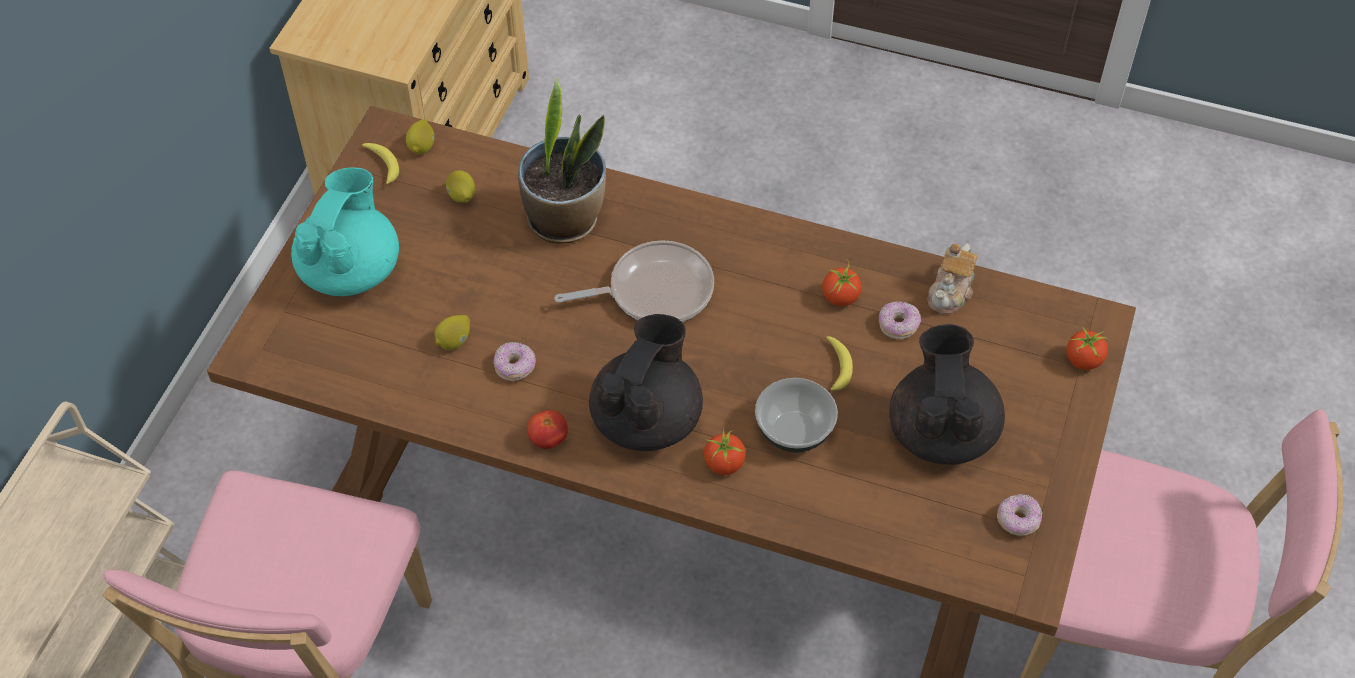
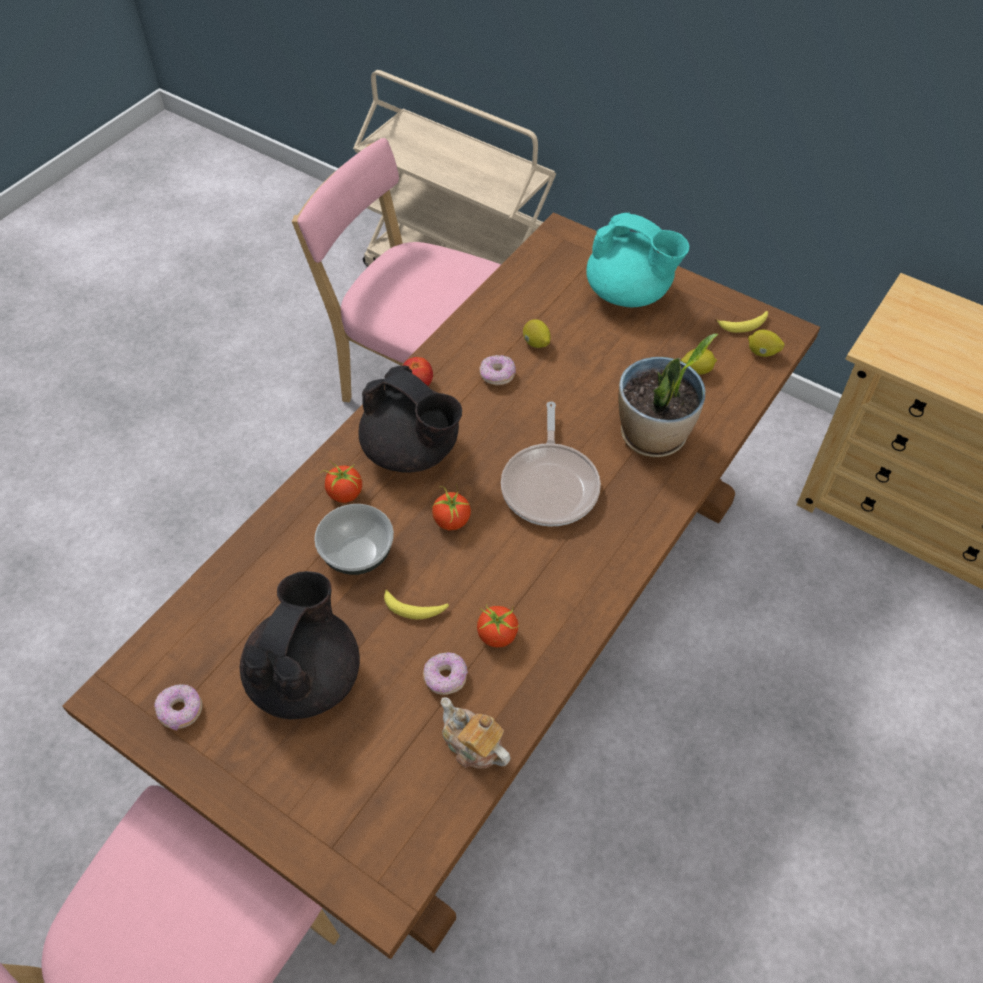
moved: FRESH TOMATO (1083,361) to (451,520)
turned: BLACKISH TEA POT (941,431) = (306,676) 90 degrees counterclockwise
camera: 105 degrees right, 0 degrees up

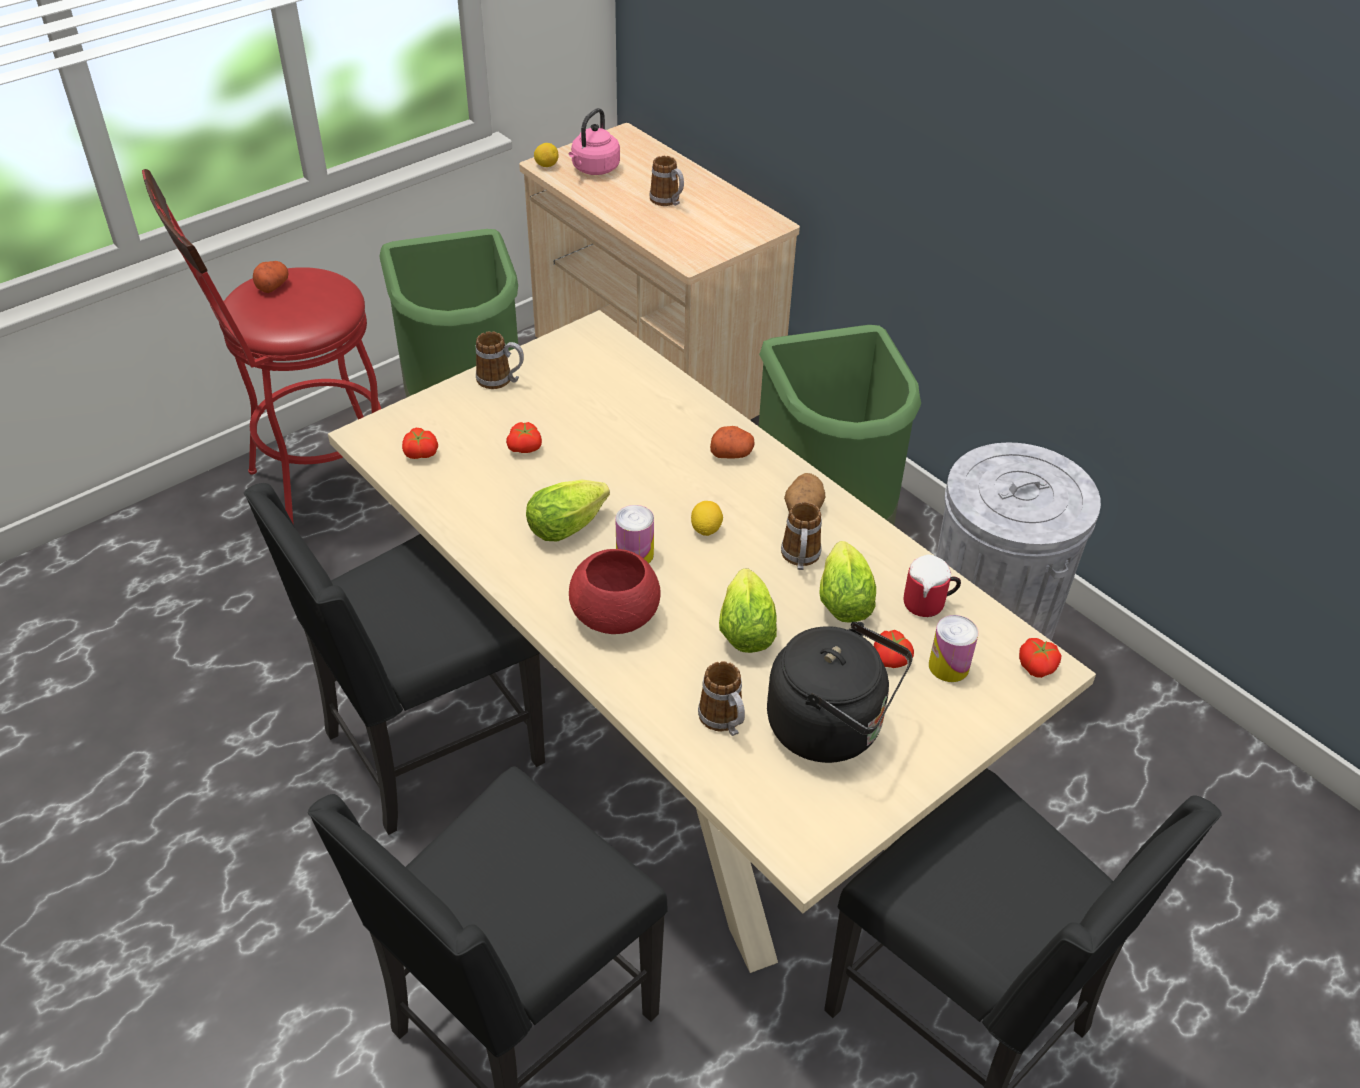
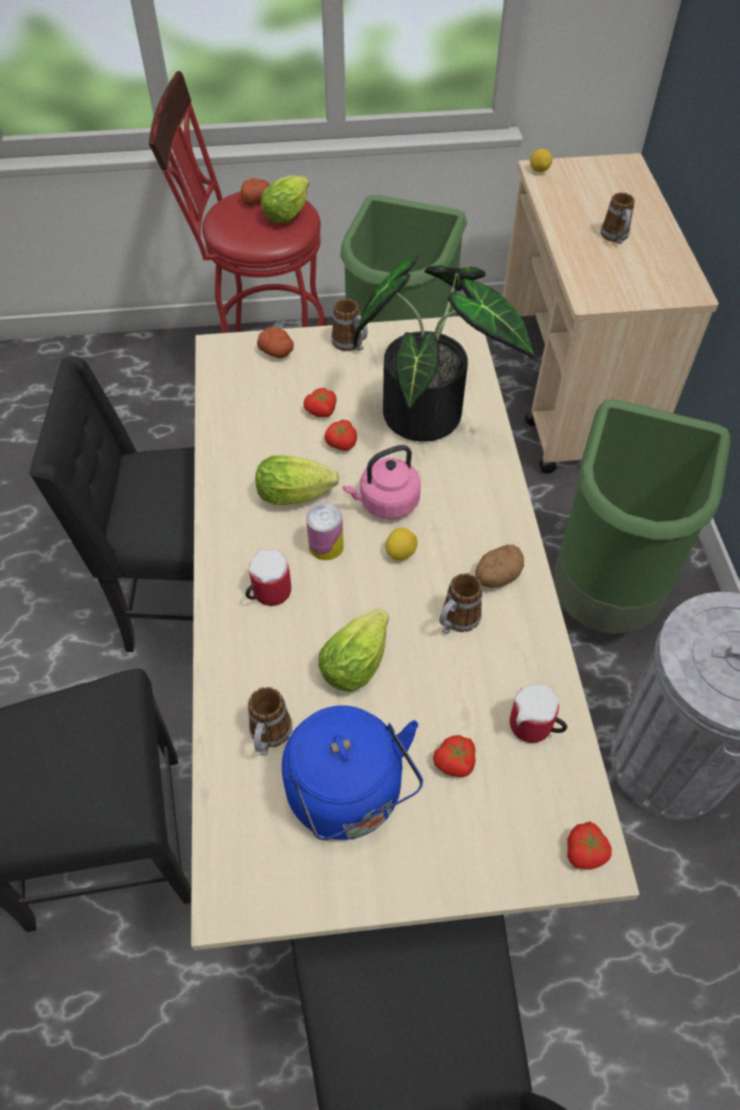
removed: METAL CAN (948,666)
added: PLANT IN A POT (430,410)
moved: POTATO (732,453) to (277,352); HEAD OF LETTUCE (843,598) to (289,213); FRESH TOMATO (420,453) to (340,443); PINK-COLOURED WATER KETTLE (594,169) to (386,503)
replaced: RED-COLOURED BOWL (616,616) to COFFEE MUG (267,593)
recoloured: BLACKISH WATER KETTLE (832,728) to BLUE WATER KETTLE (349,797)
camera: 35 degrees right, 10 degrees up

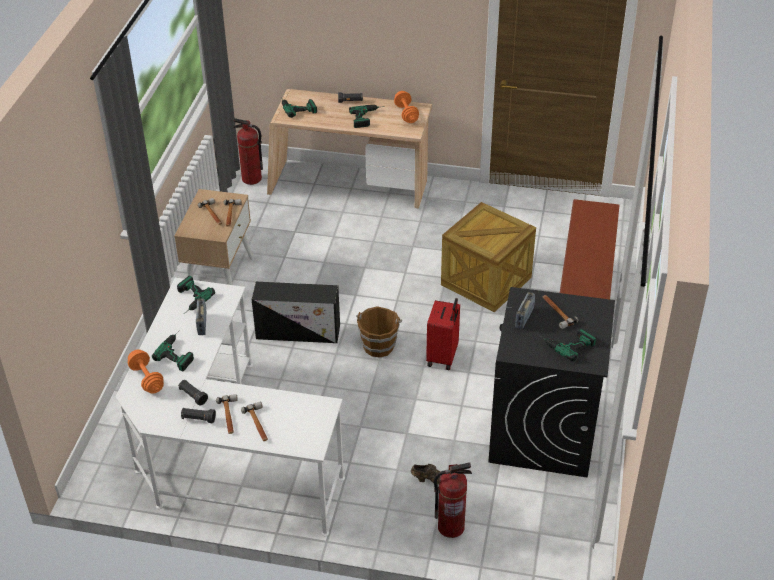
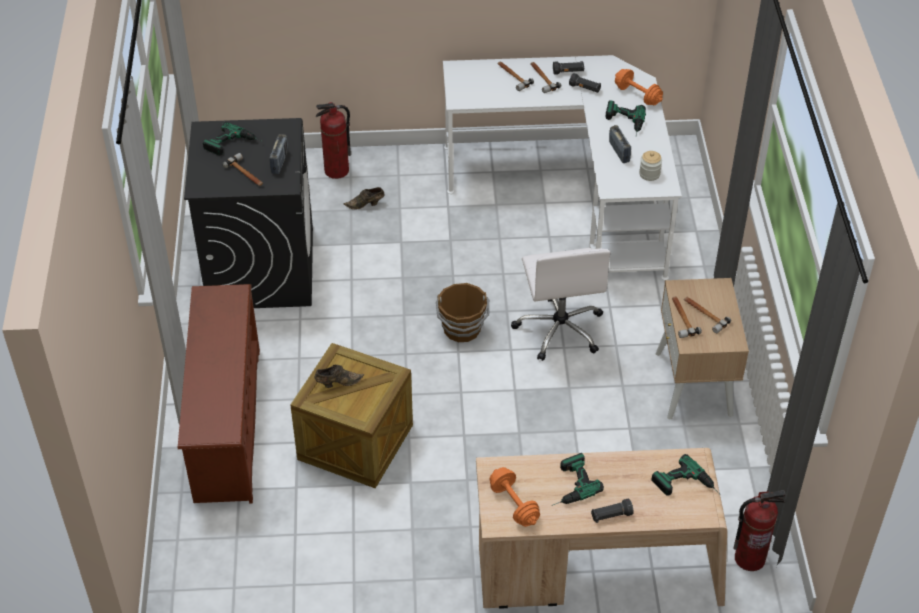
removed: RED-COLOURED SUITCASE (443,357)
added: BROWN-COLOURED LOW SHOE (338,383)
replaced: BLACKISH STORAGE CONTAINER (299,332) to WHITE-COLOURED COMPUTER CHAIR (559,329); ELECTRIC DRILL (189,299) to JAR (649,174)
camera: 165 degrees right, 5 degrees up

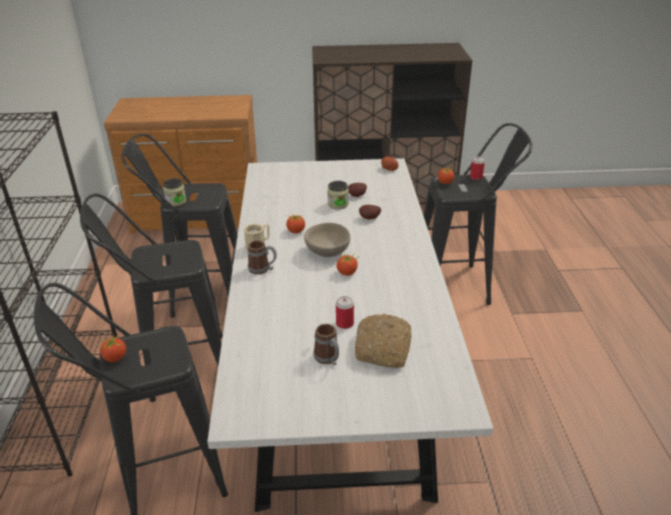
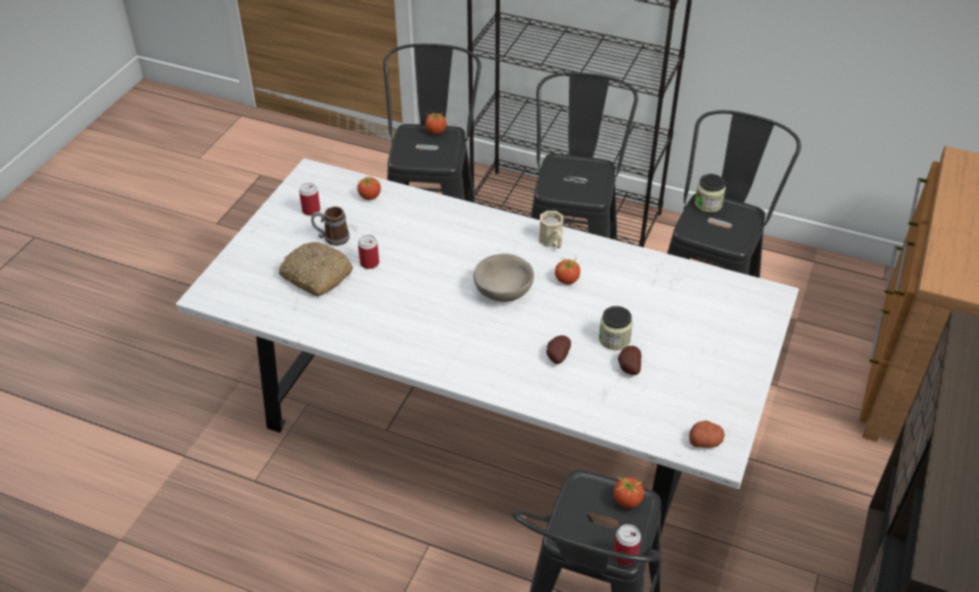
removed: COFFEE MUG (263,269)
added: METAL CAN (311,210)
moved: FRESH TOMATO (347,272) to (370,196)
camera: 115 degrees right, 10 degrees up

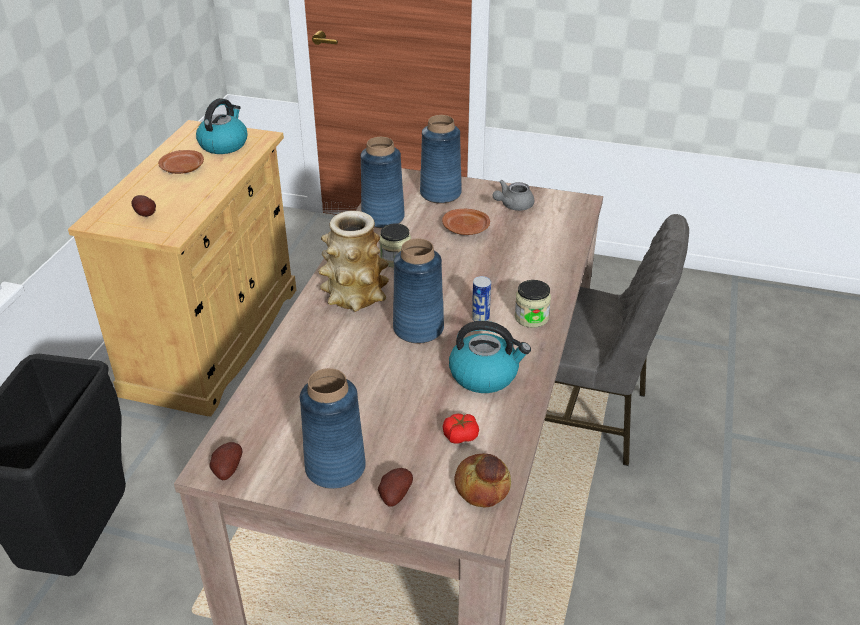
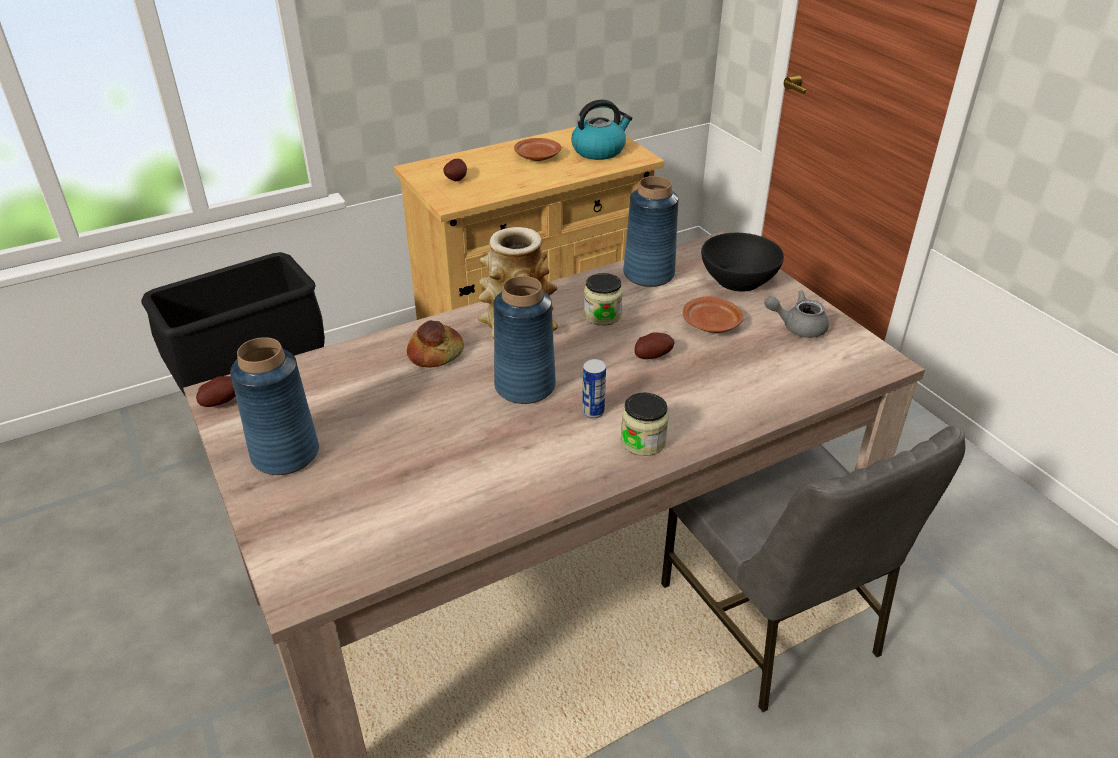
removed: FRESH TOMATO (460,435); WATER KETTLE (485,374)
moved: BREAD (483,486) to (436,354); POTATO (393,496) to (652,356)
replaced: BLUE DECORATIVE VASE (440,194) to BLACKISH BOWL (738,279)
camera: 45 degrees right, 0 degrees up

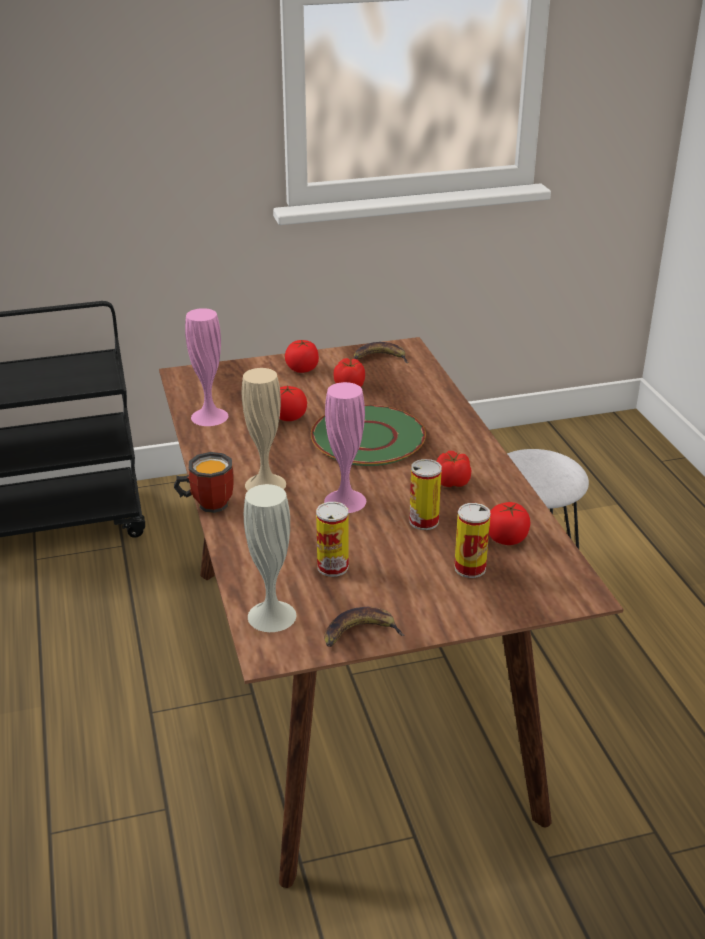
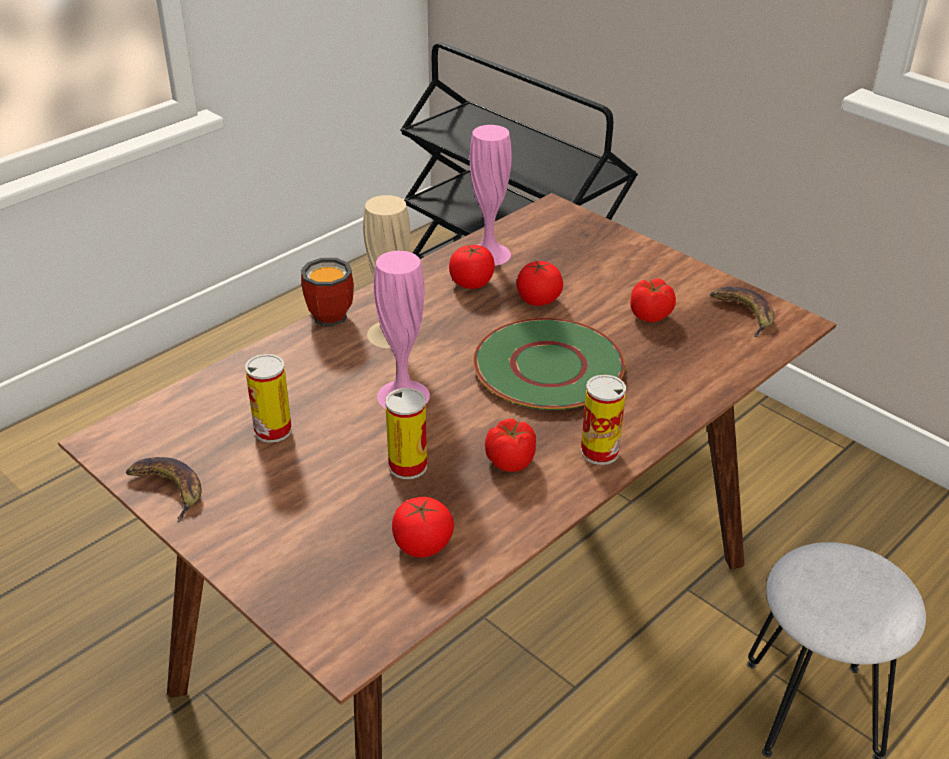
removed: WHITE-COLOURED DECORATIVE VASE (272,616)
moved: FRESH TOMATO (302,369) to (472,283); METAL CAN (470,568) to (599,452)
camera: 60 degrees right, 5 degrees up

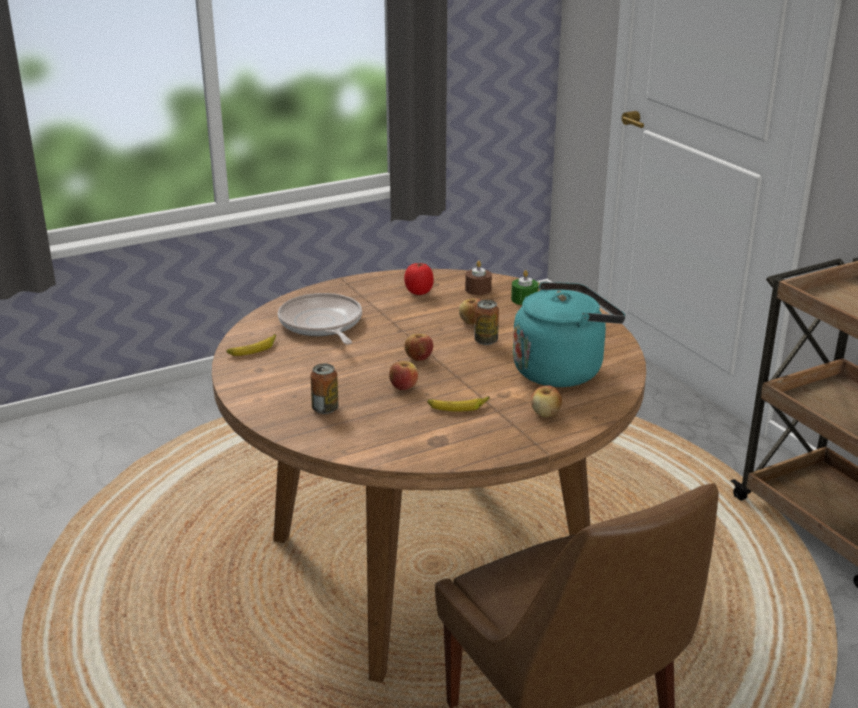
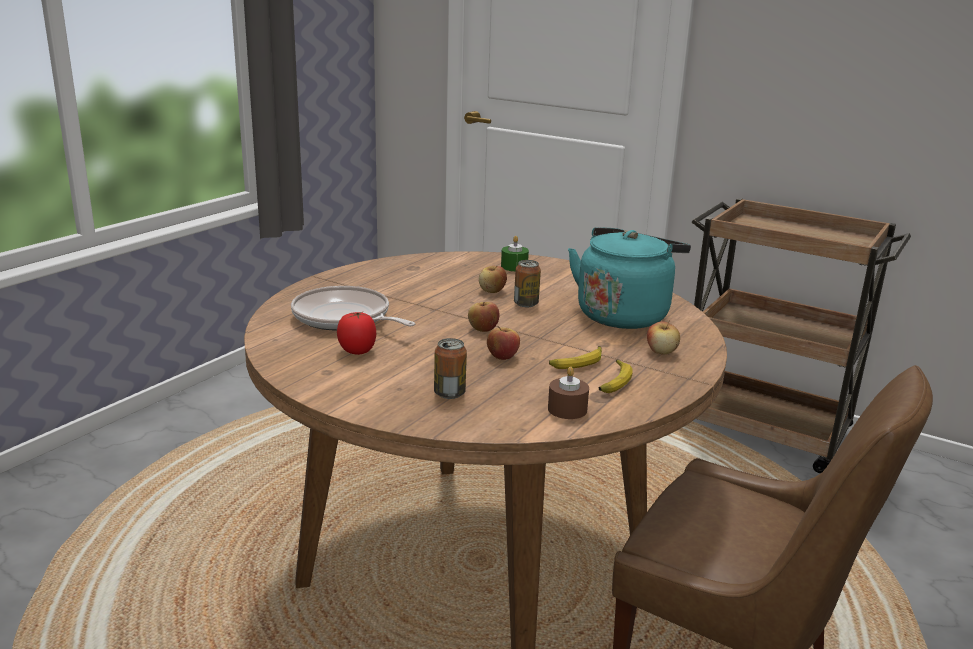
moved: FRESH TOMATO (418,292) to (357,351); BROWN-COLOURED WAX LIGHT (478,289) to (567,409); BANANA (253,349) to (614,382)
camera: 30 degrees left, 5 degrees down

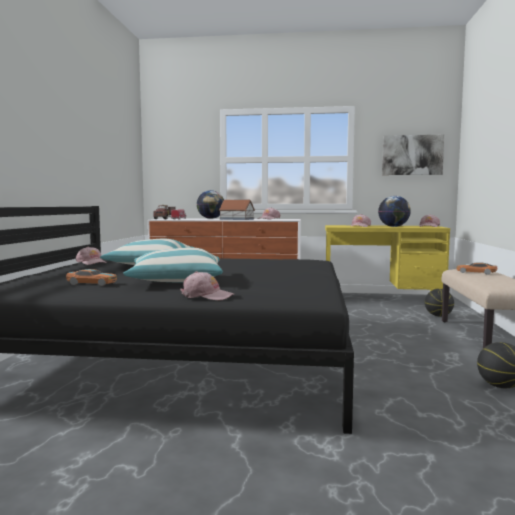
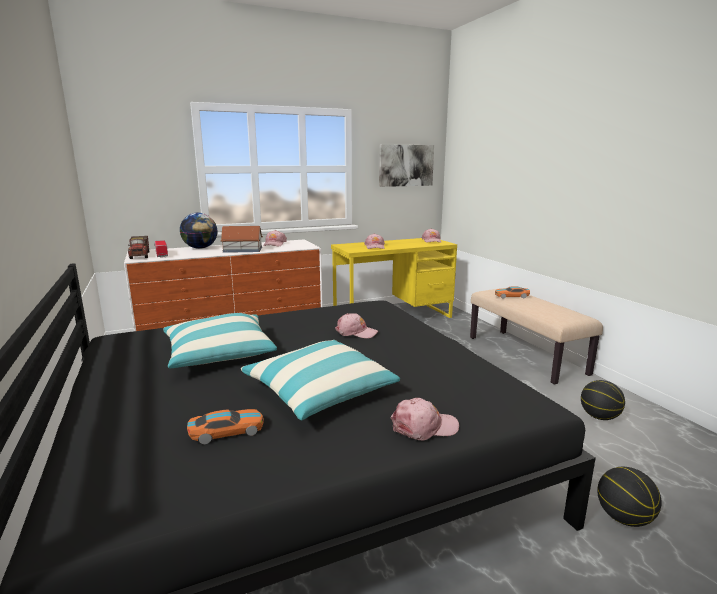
removed: DESK GLOBE (393,226)
moved: PINK-COLOURED BASEBALL CAP (92,262) to (356,332); BASKETBALL BALL (438,316) to (624,518)
camera: 30 degrees left, 10 degrees up

